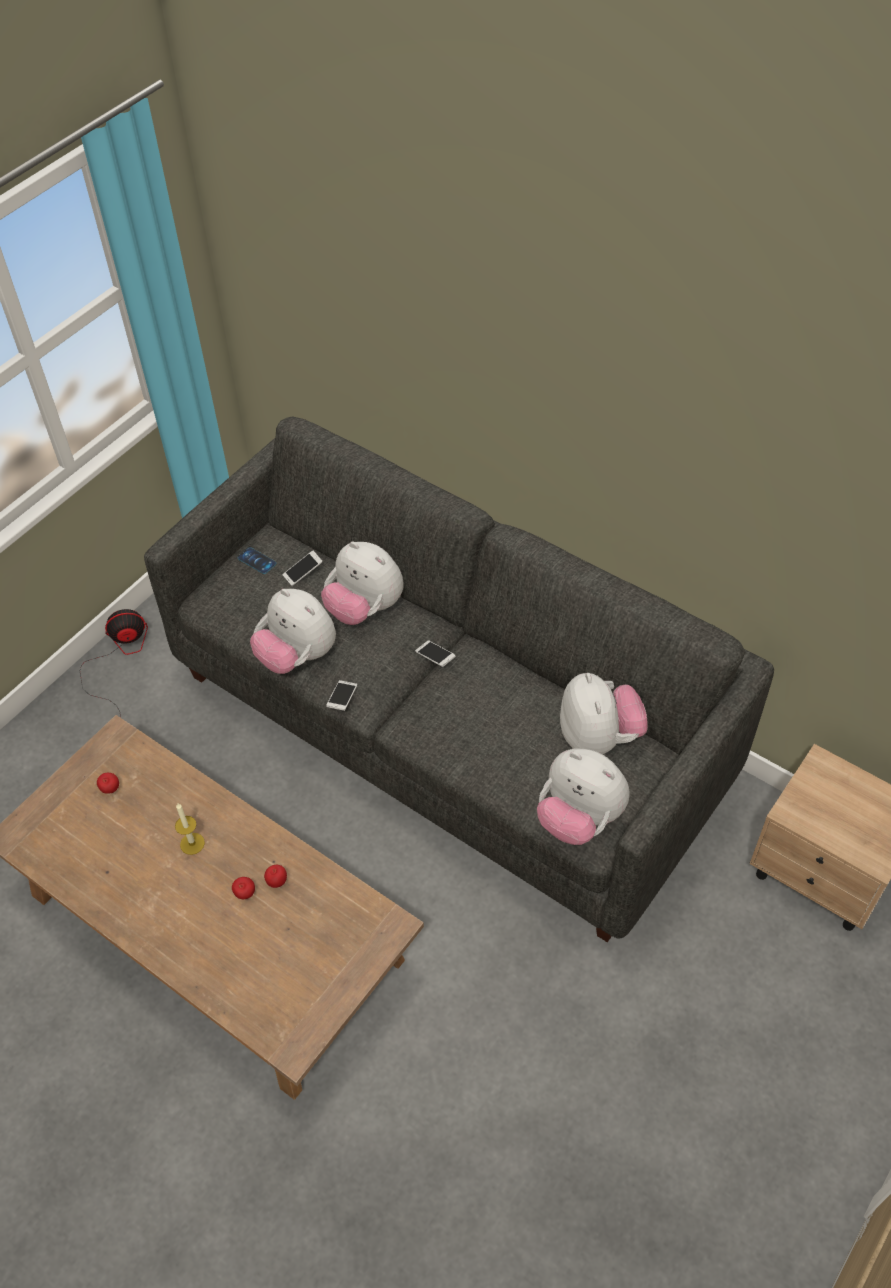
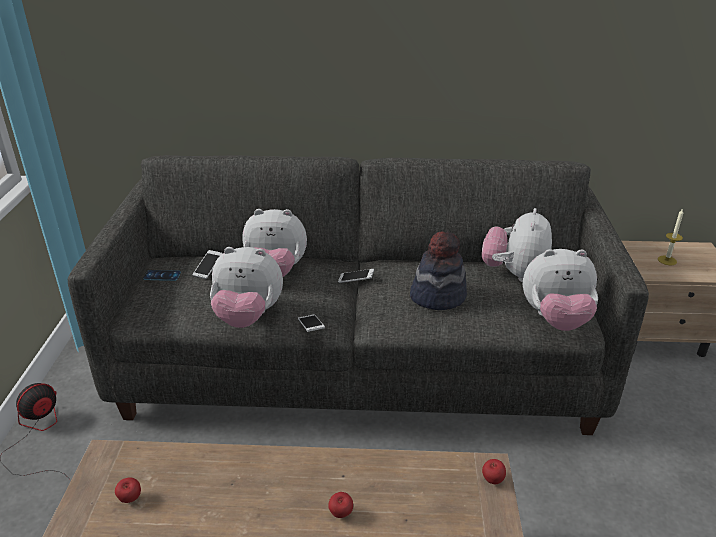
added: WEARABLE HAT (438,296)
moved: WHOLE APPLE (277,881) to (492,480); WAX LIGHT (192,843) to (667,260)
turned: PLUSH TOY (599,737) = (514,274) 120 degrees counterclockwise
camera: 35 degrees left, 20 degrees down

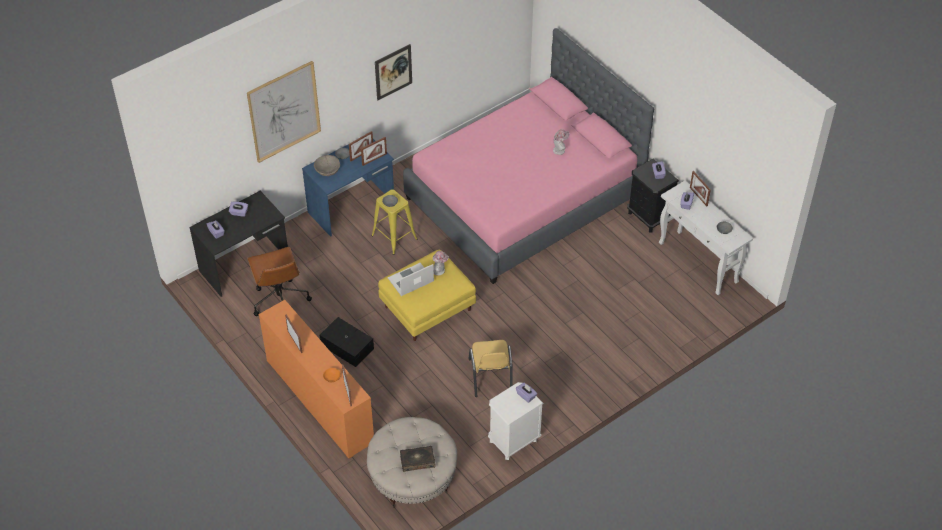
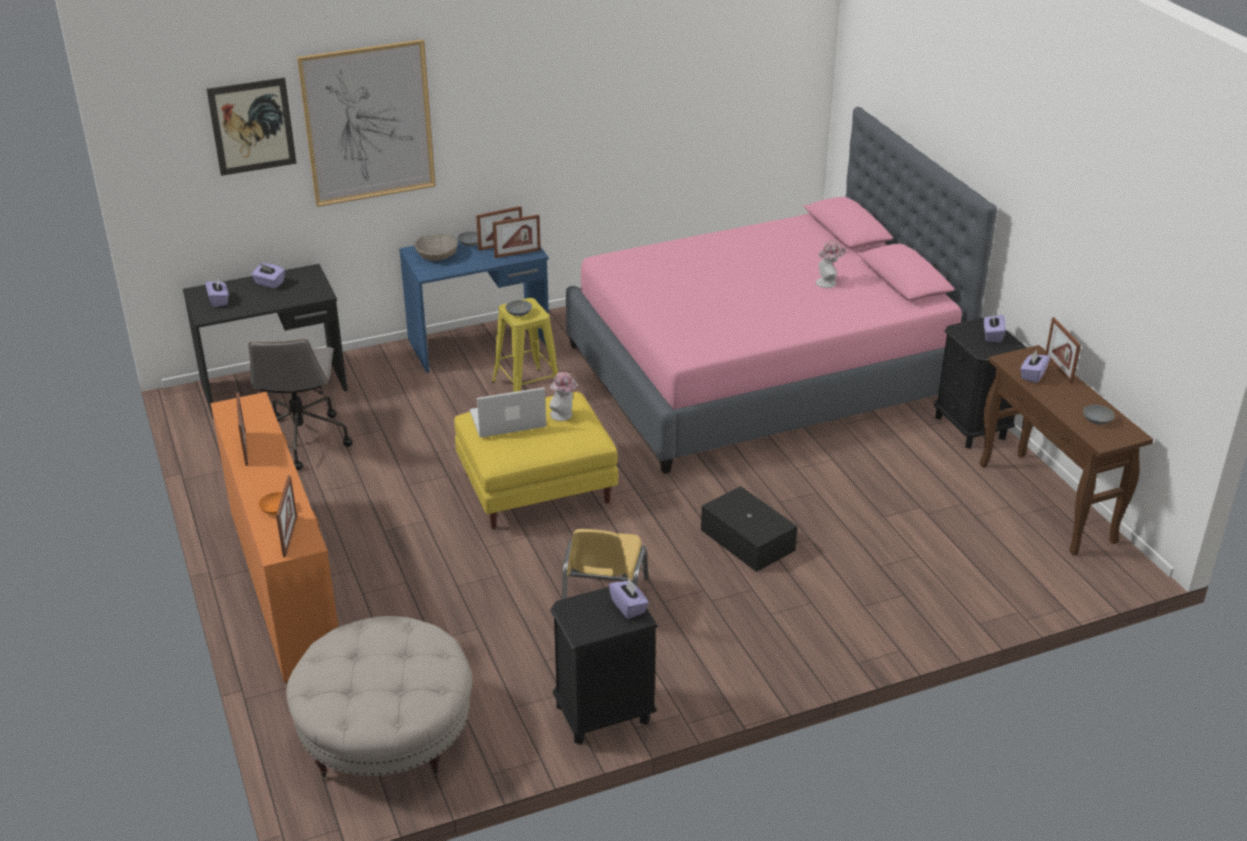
removed: VOLUME (417,461)
moved: WALL PICTURE (393,72) to (252,126); BLACKISH STORAGE CONTAINER (347,346) to (748,539)
recoloured: BROWN-COLOURED COMPUTER CHAIR (280,301) to GRAY COMPUTER CHAIR (301,439); WHITE-COLOURED NIGHTSTAND (513,441) to BLACKISH NIGHTSTAND (603,715); WHITE-COLOURED NARROW TABLE (699,263) to BROWN-COLOURED NARROW TABLE (1047,503)
camera: 15 degrees right, 15 degrees down

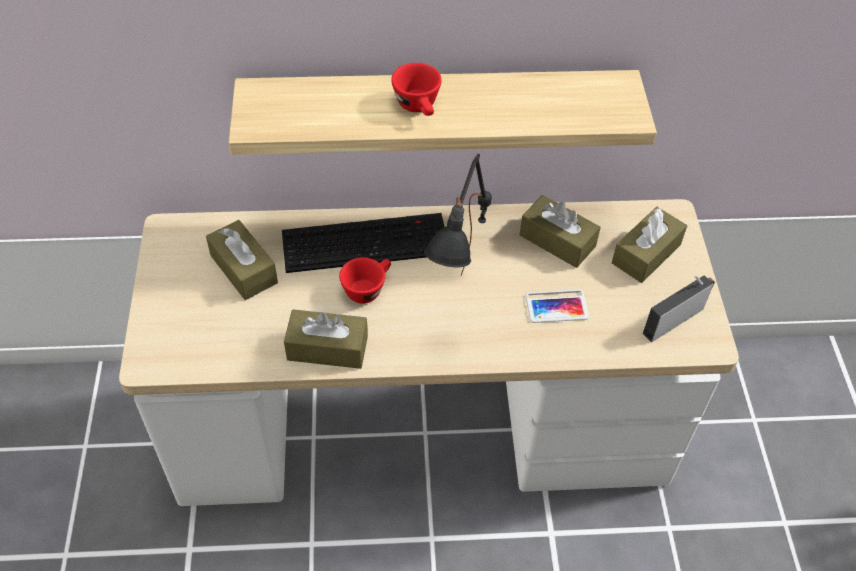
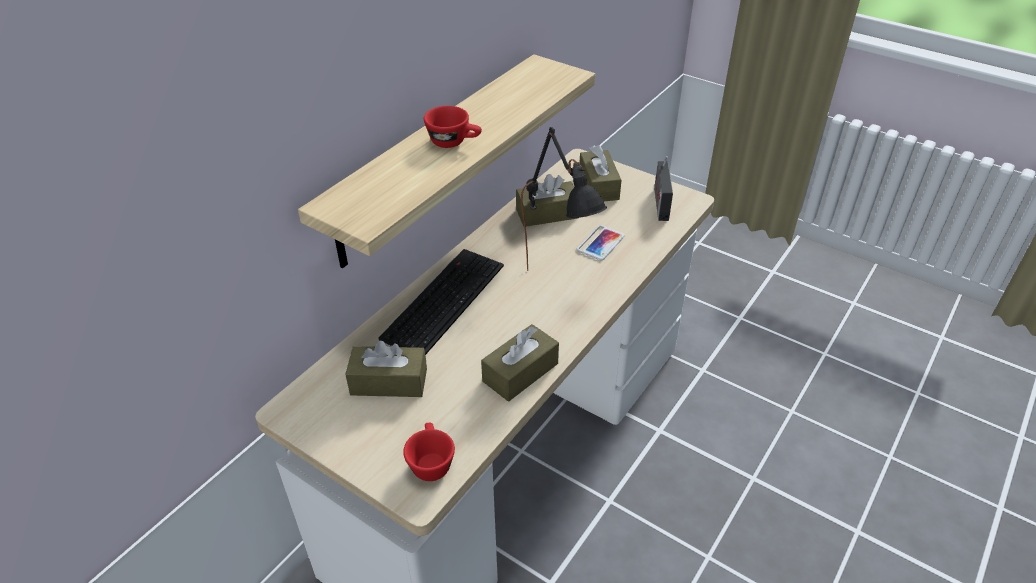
moved: RED-COLOURED SMALL CUP (367,288) to (430,462)
camera: 50 degrees left, 10 degrees down

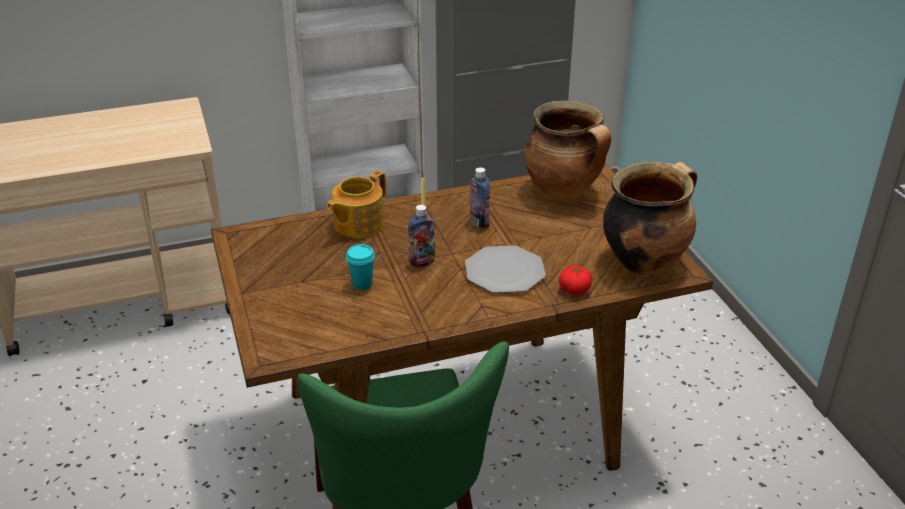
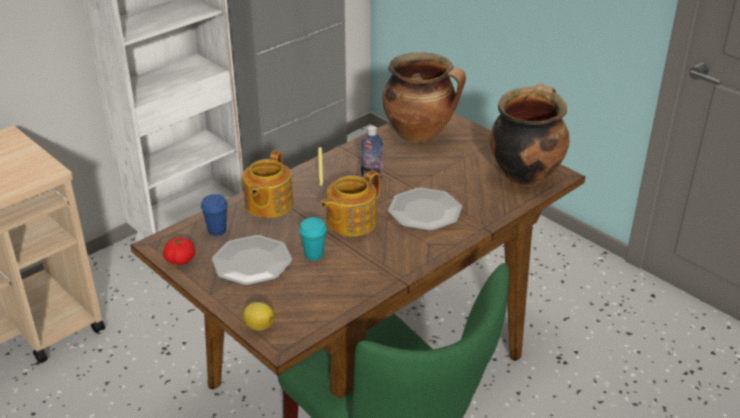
added: BLUE SMALL CUP (217,230); PLATE (252,262); WHOLE LEMON (258,326)
moved: FRESH TOMATO (574,289) to (180,260)
replaced: BOTTLE (422,262) to TEA POT (350,222)
camera: 25 degrees left, 0 degrees up

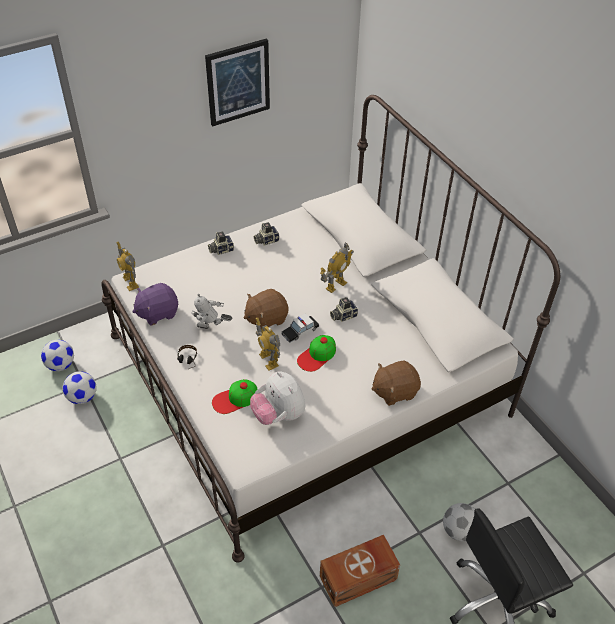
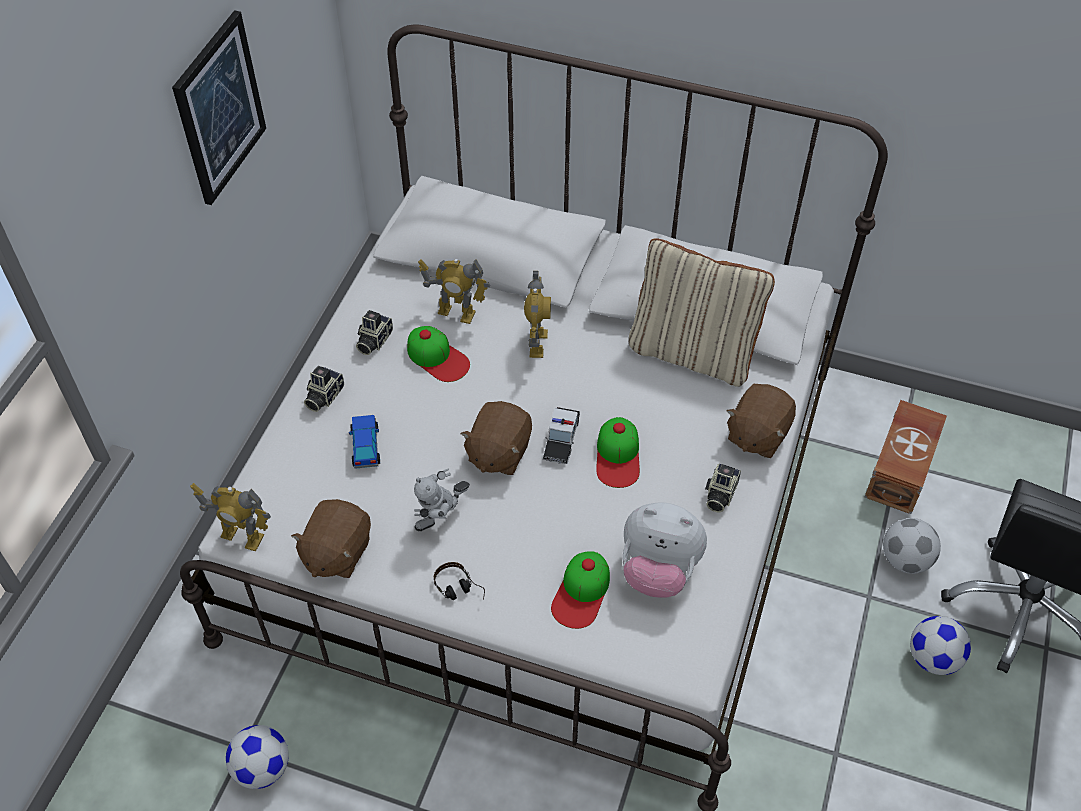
added: MODEL CAR (365,447); BASEBALL CAP (438,357); BEIGE-COLOURED THROW PILLOW (692,352)
moved: MODEL ROBOT (268,360) to (456,313); STILL CAMERA (343,315) to (719,494); BROWN-COLOURED STORAGE CONTAINER (359,578) to (902,469); FOOTBALL (61,365) to (933,658)
recoloured: PURPLE PLUSH TOY (157,312) to BROWN-COLOURED PLUSH TOY (336,552)
camera: 40 degrees left, 5 degrees up

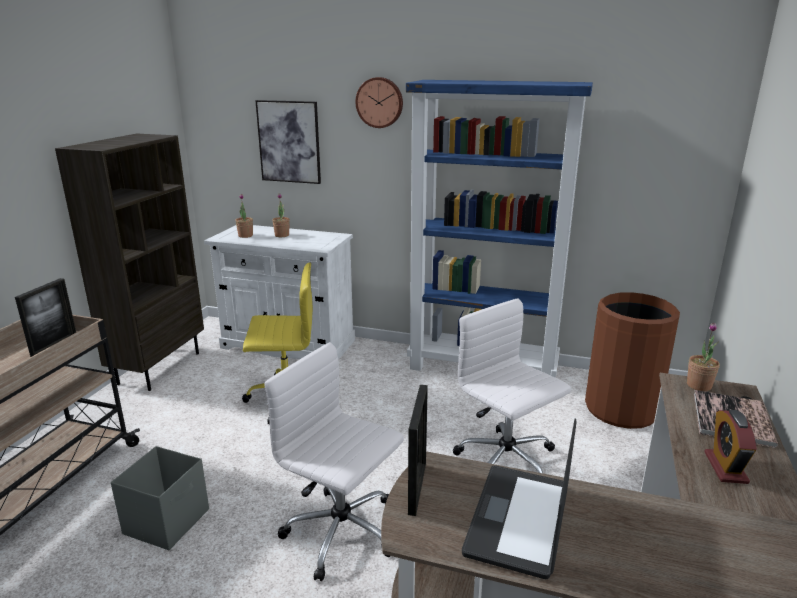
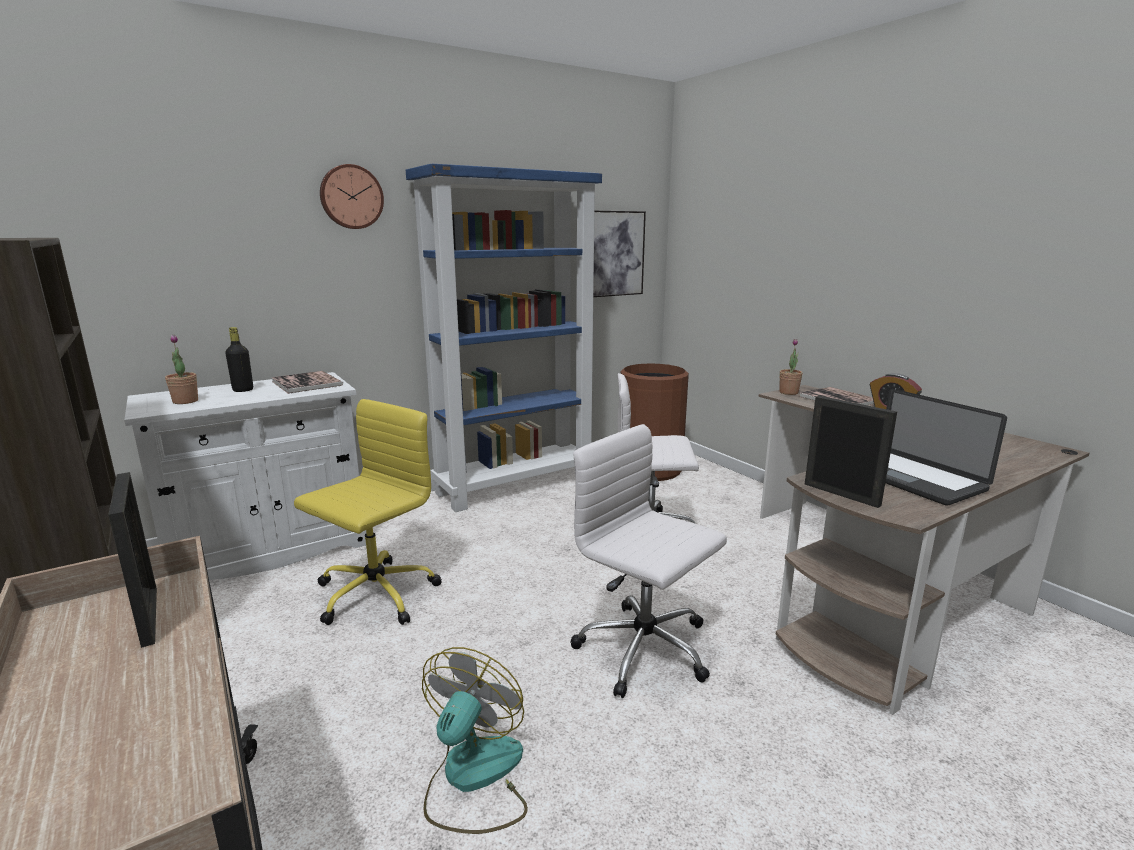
added: VOLUME (307,383)
moved: WALL PICTURE (289,142) to (615,254)
replaced: PLANT IN A POT (282,235) to BLACKISH BOTTLE (243,390); GRAY STORAGE CONTAINER (168,521) to COOLING FAN (473,778)
turned: WHITE-COLOURED COMPUTER CHAIR (343,532) = (646,650) 60 degrees clockwise
camera: 50 degrees left, 5 degrees down

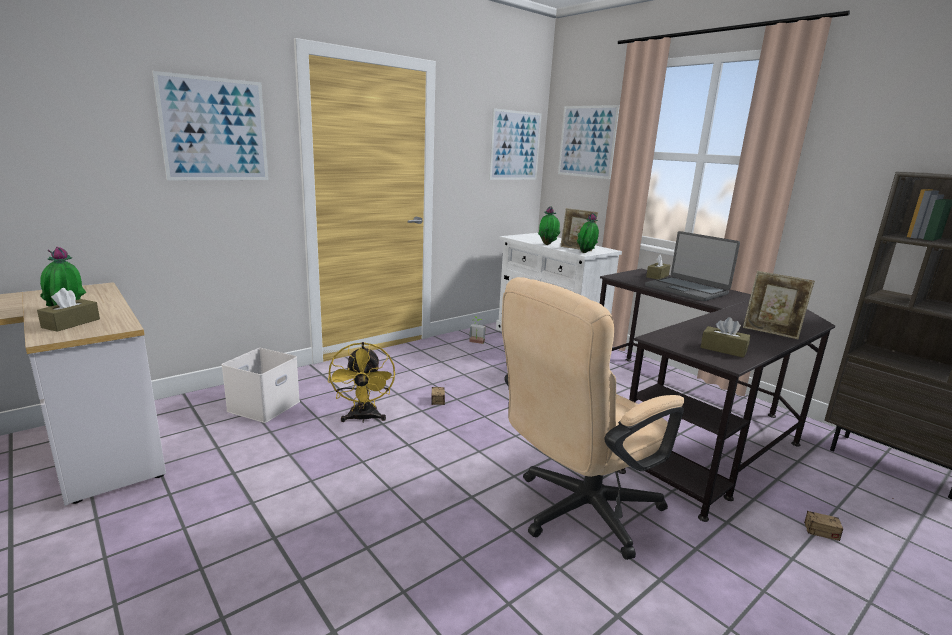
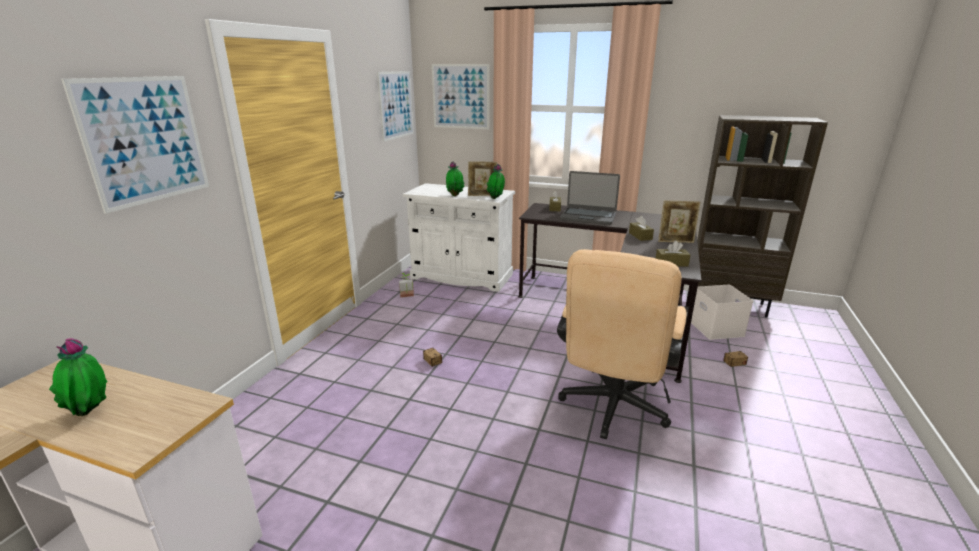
removed: YELLOW-COLOURED COOLING FAN (363,418)
moved: BROWN-COLOURED TISSUE BOX (71,323) to (640,236); WHITE-COLOURED STORAGE CONTAINER (264,405) to (715,328)
camera: 30 degrees left, 5 degrees up

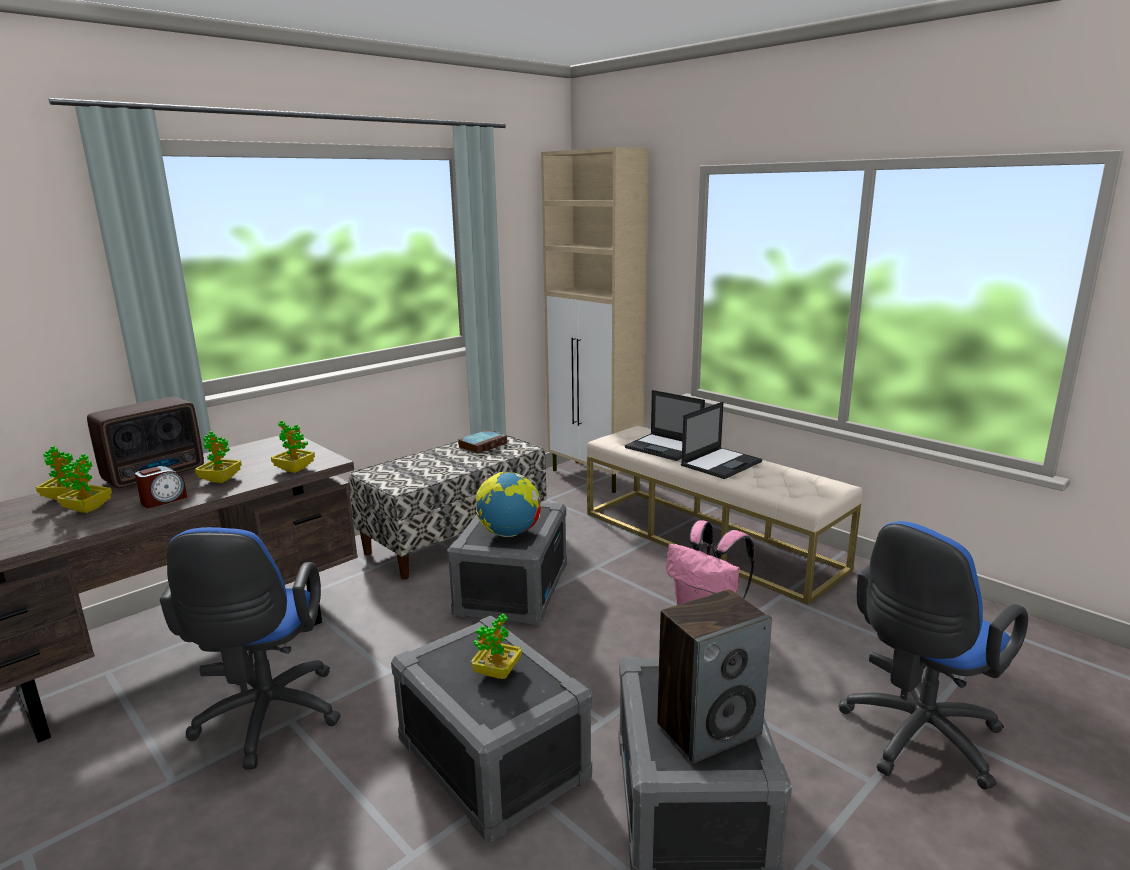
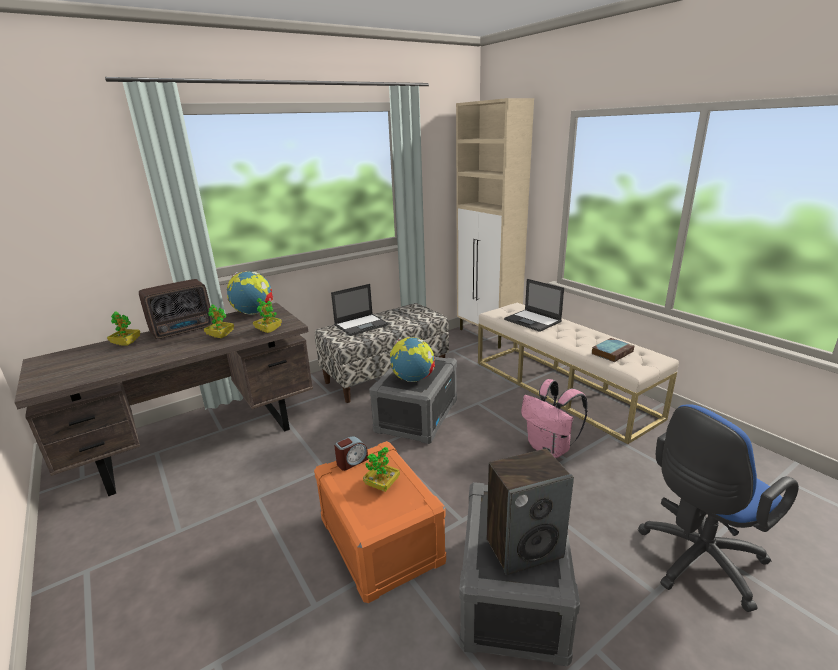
removed: PLANT IN A POT (88,509); BLUE COMPUTER CHAIR (267,721)
added: DESK GLOBE (254,313)
moved: PORTABLE COMPUTER (721,463) to (361,325); ALARM CLOCK (163,500) to (352,461); VOLUME (483,445) to (612,352)
recoloured: GRAY STORAGE CONTAINER (491,759) to ORANGE-COLOURED STORAGE CONTAINER (379,540)
camera: 10 degrees right, 5 degrees up

